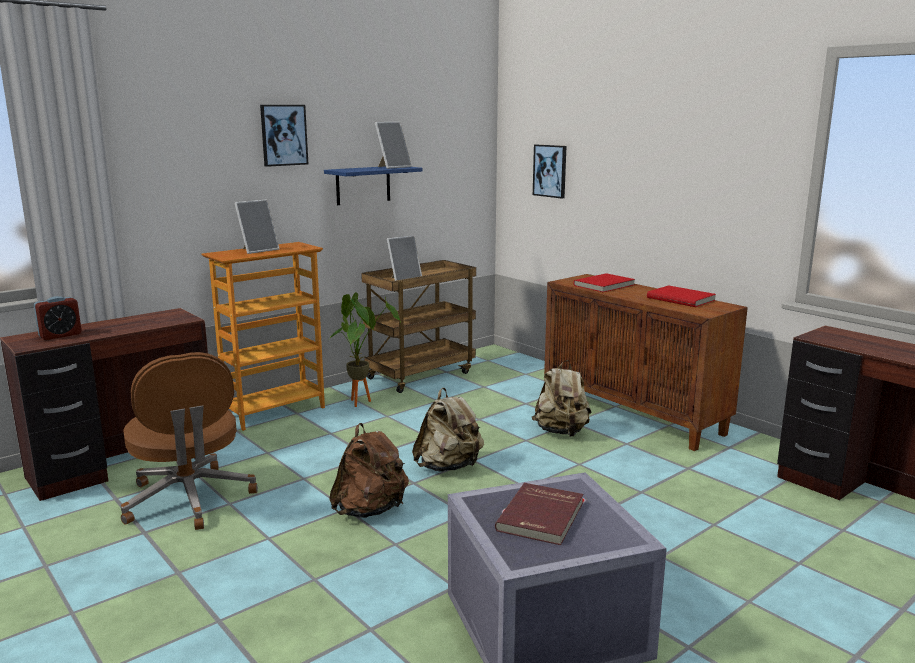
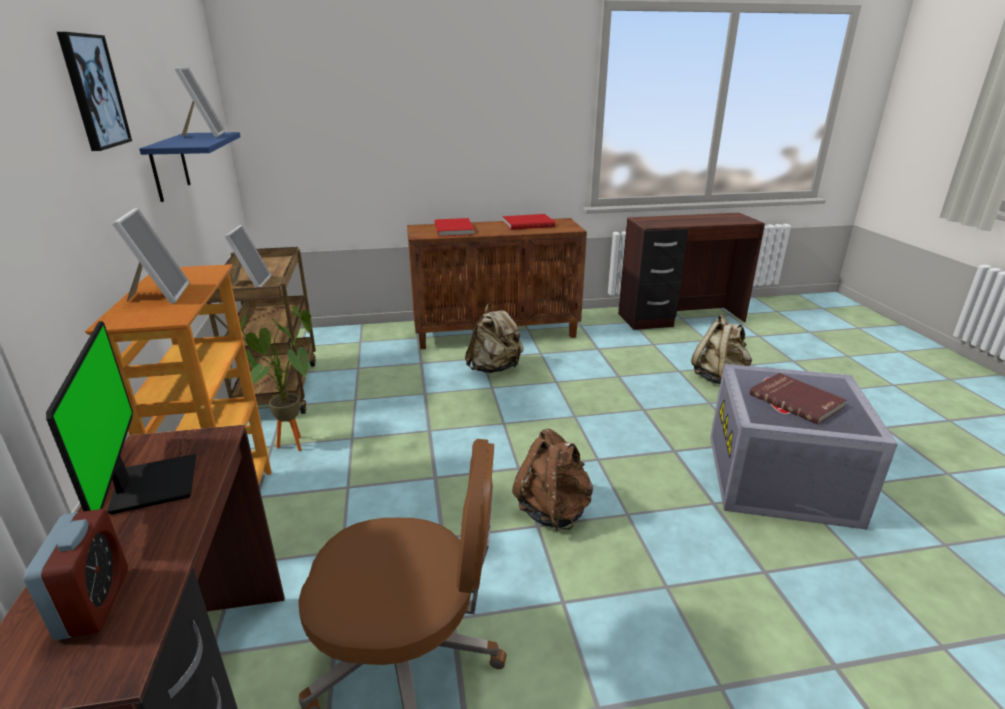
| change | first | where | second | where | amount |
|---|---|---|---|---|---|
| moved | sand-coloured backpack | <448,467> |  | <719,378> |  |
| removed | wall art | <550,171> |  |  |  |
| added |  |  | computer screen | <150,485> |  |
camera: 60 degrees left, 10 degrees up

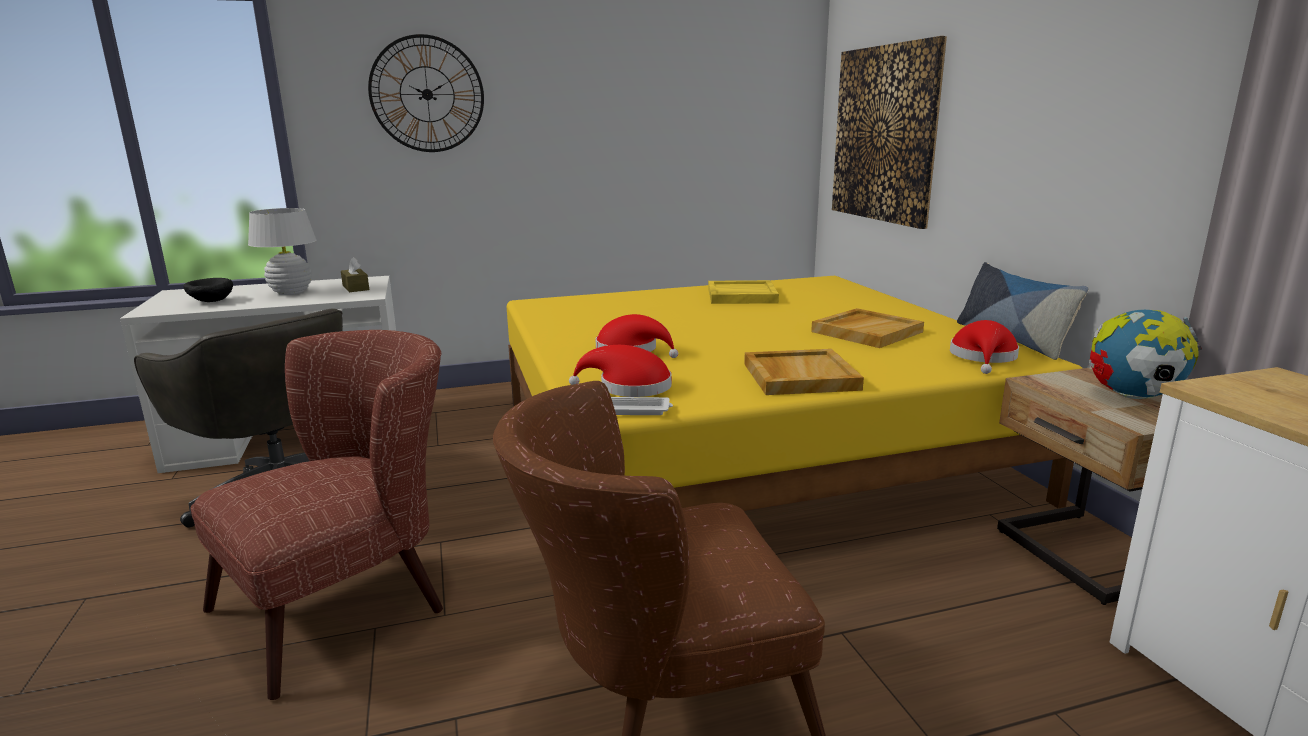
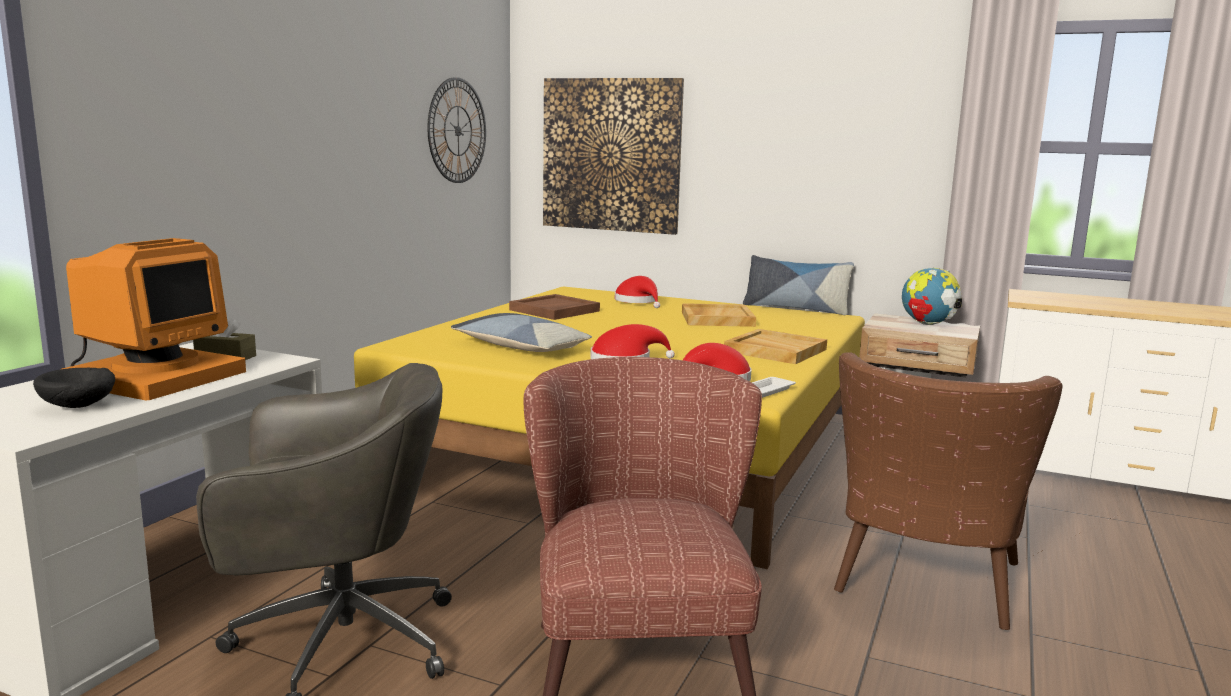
| change | first | where | second | where | amount |
|---|---|---|---|---|---|
| replaced | whitish table lamp | <291,292> | computer screen | <155,376> |  |
| moved | wall clock | <427,94> |  | <457,130> |  |
| recoloured | yellowish tray | <741,296> | brownish tray | <554,310> |  |
| moved | red clothing hat | <983,357> |  | <638,302> |  |
| added |  |  | cushion | <520,347> |  |
camera: 50 degrees left, 5 degrees down

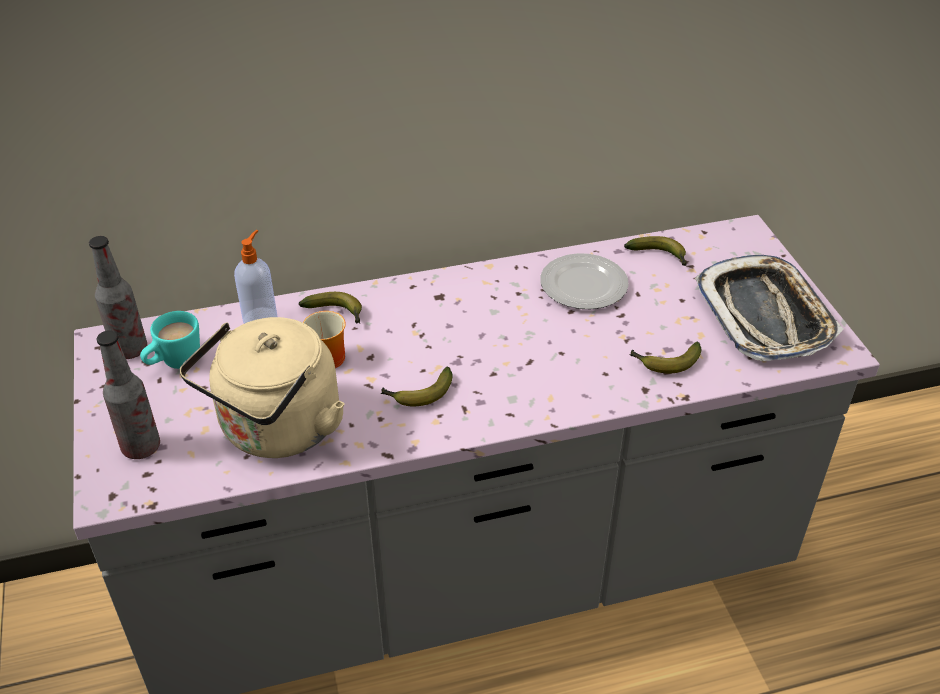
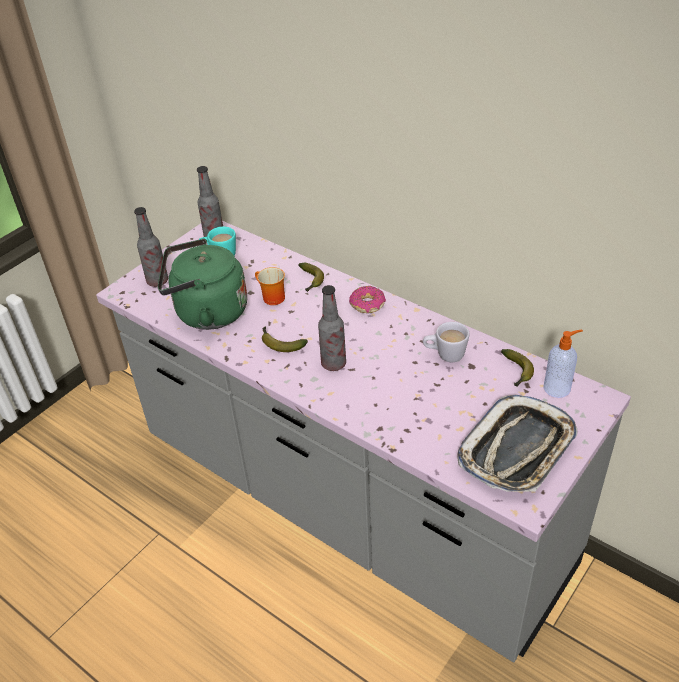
| change | first | where | second | where | amount |
|---|---|---|---|---|---|
| recoloured | sand-coloured kettle | <276,431> | greenish kettle | <207,313> |  |
| moved | soap dispenser | <261,317> |  | <558,388> |  |
| replaced | plate | <583,286> | whitish coffee mug | <444,355> |  |
| removed | banana | <665,363> |  |  |  |
| added |  |  | beverage bottle | <333,364> |  |
| added |  |  | donut | <367,304> |  |
camera: 55 degrees right, 0 degrees up

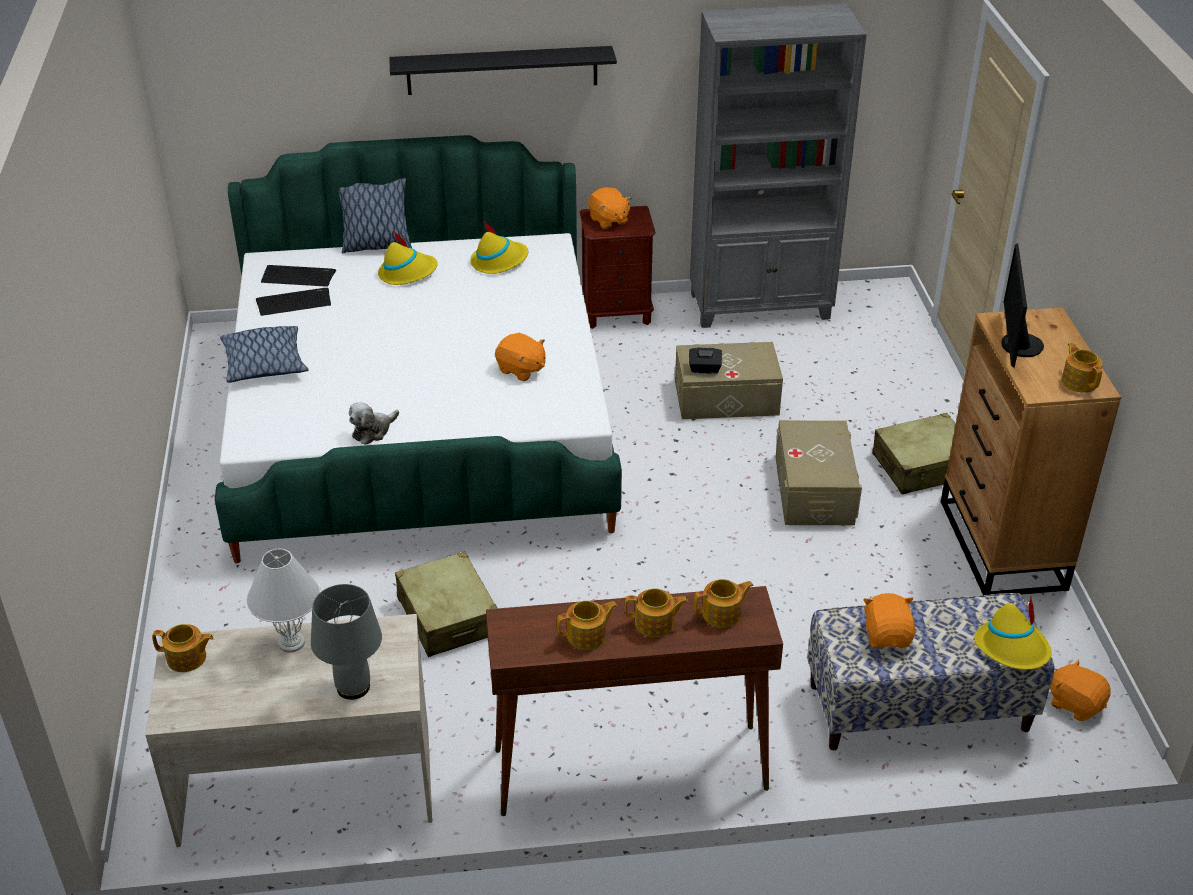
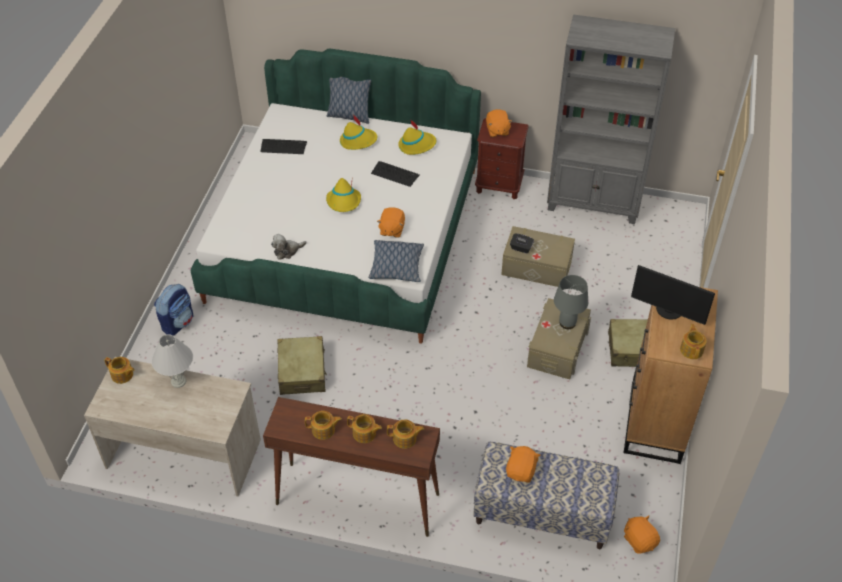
| change | first | where | second | where | amount |
|---|---|---|---|---|---|
| moved | cushion | <265,364> |  | <397,266> |  |
| moved | keyboard | <298,276> |  | <395,174> |  |
| moved | grey table lamp | <354,686> |  | <567,323> |  |
| removed | blackish bracket shelf | <502,70> |  |  |  |
| turned | orangey plush toy | <521,370> |  | <391,230> | 45 degrees clockwise |
| moved | yellowish clothing hat | <1012,648> |  | <344,202> |  |
| turned | computer screen | <1016,345> |  | <668,311> | 90 degrees counterclockwise |
| added |  |  | backpack | <178,322> |  |
camera: 20 degrees right, 10 degrees up

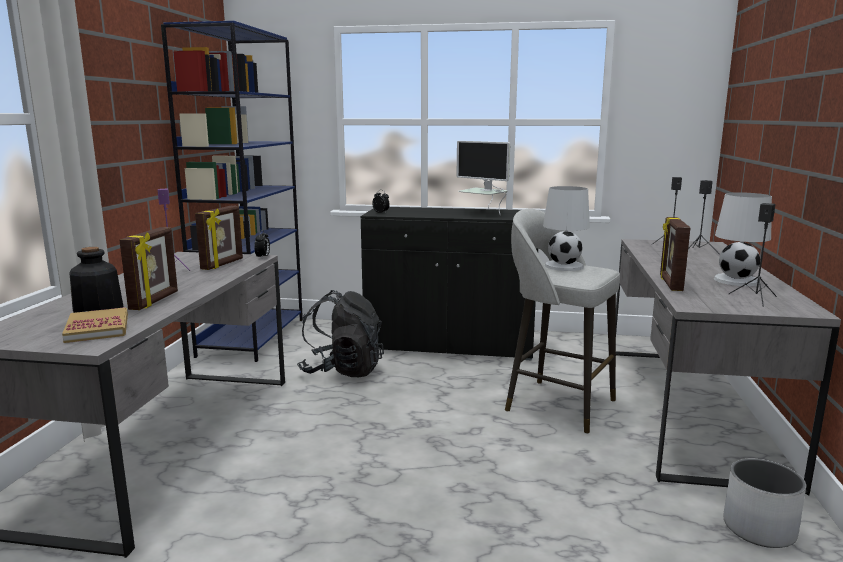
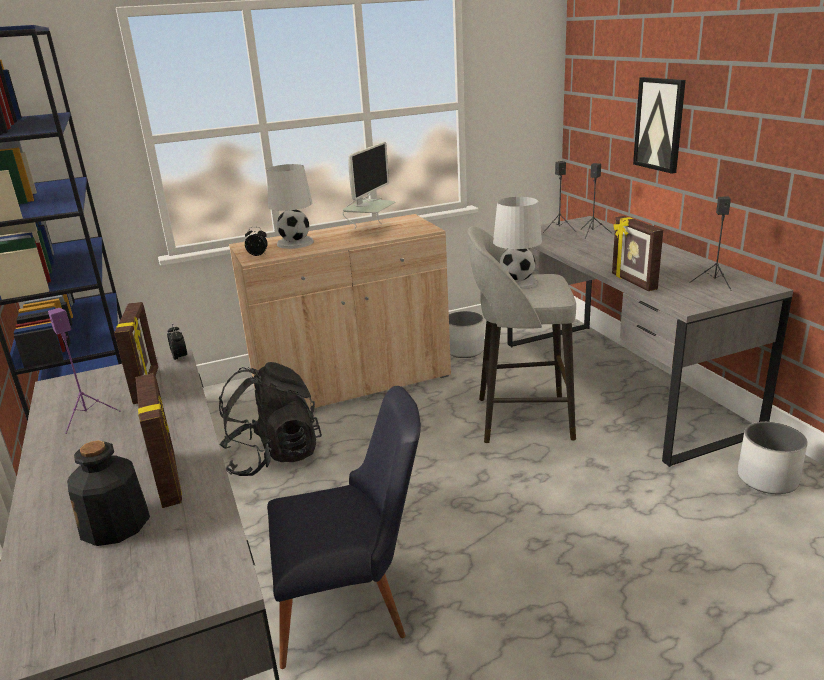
| change | first | where | second | where | amount |
|---|---|---|---|---|---|
| removed | volume | <97,328> |  |  |  |
| recoloured | blackish storage cabinet | <450,345> | sand-coloured storage cabinet | <352,383> |  |
| turned | computer screen | <483,213> |  | <370,230> | 75 degrees counterclockwise |
| moved | whitish table lamp | <737,280> |  | <295,243> |  |
| added |  |  | blackish upright chair | <353,608> |  |
| added |  |  | whitish planter | <465,350> |  |
| added |  |  | wall art | <659,124> |  |
camera: 30 degrees left, 10 degrees up

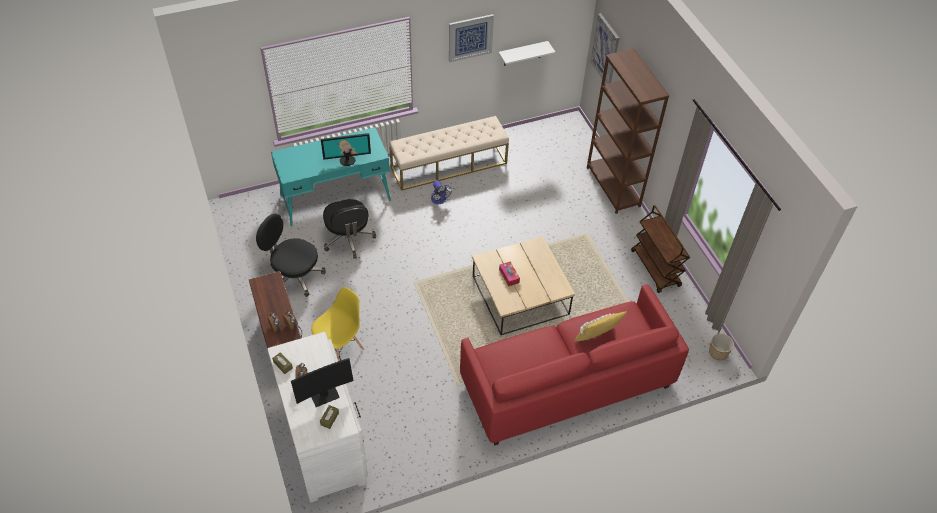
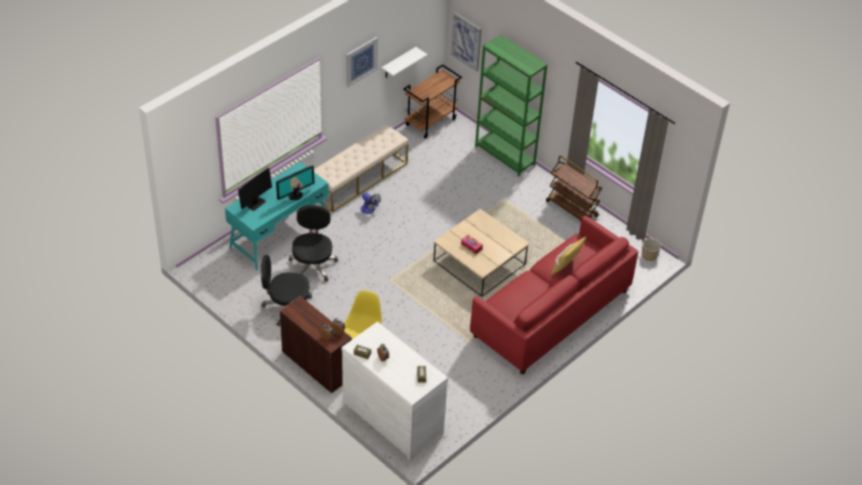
| change | first | where | second | where | amount |
|---|---|---|---|---|---|
| moved | computer screen | <324,395> |  | <255,203> |  |
| turned | blackish office chair | <348,239> |  | <313,264> | 135 degrees counterclockwise |
| recoloured | brownish bookshelf | <613,187> | greenish bookshelf | <505,155> |  |
| added |  |  | brownish wheeled cart | <431,122> |  |
camera: 25 degrees left, 5 degrees down

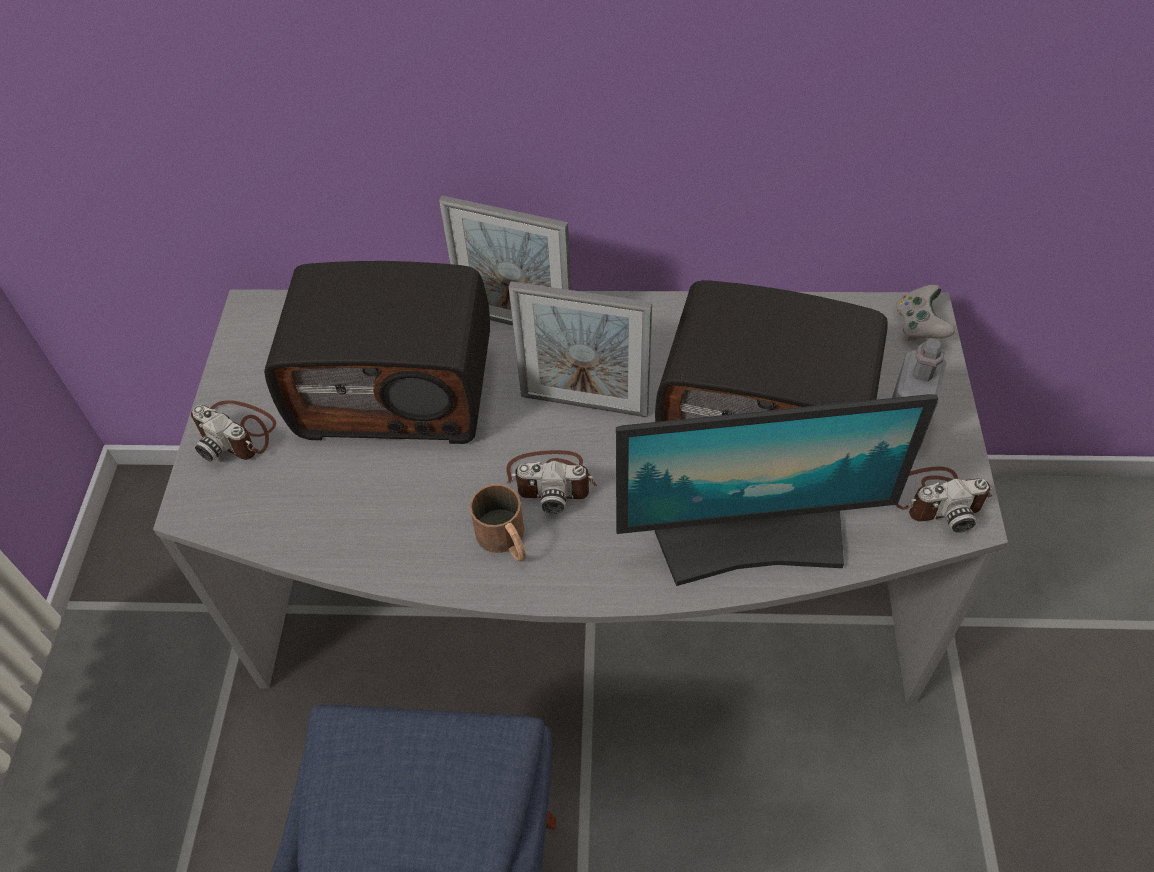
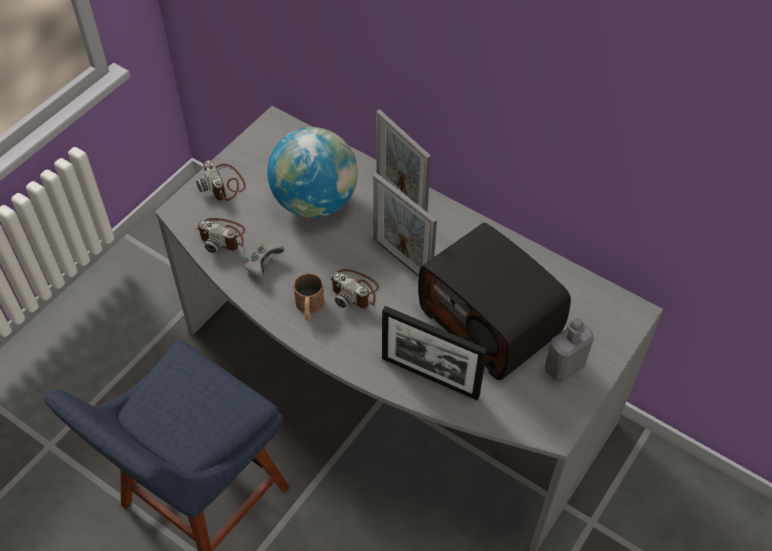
| change | first | where | second | where | amount |
|---|---|---|---|---|---|
| replaced | radio receiver | <397,388> | globe | <315,202> |  |
| replaced | computer screen | <751,540> | picture frame | <430,377> |  |
| moved | still camera | <935,499> |  | <222,236> |  |
| moved | grey joypad | <919,326> |  | <263,265> |  |
camera: 30 degrees right, 0 degrees up

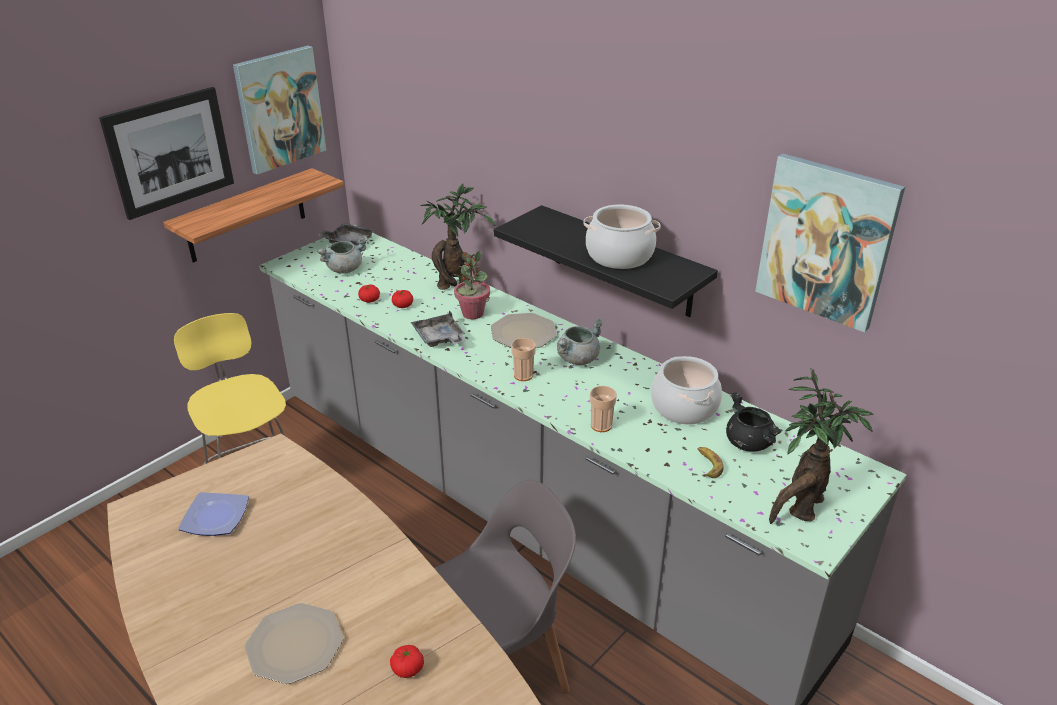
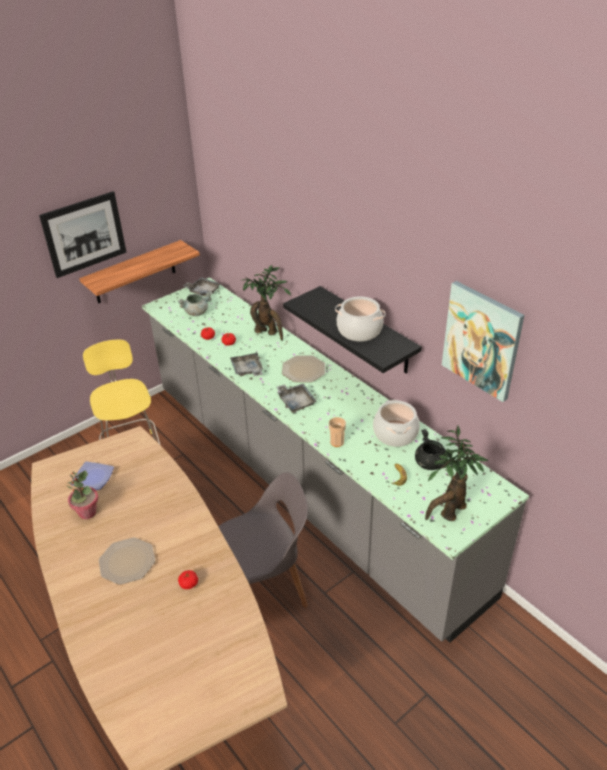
| change | first | where | second | where | amount |
|---|---|---|---|---|---|
| removed | wall art | <280,109> |  |  |  |
| moved | potted plant | <472,313> |  | <87,512> |  |
| replaced | small cup | <523,375> | grey tray | <295,401> |  |
| removed | grey saucepot | <578,358> |  |  |  |
camera: 10 degrees right, 5 degrees up

